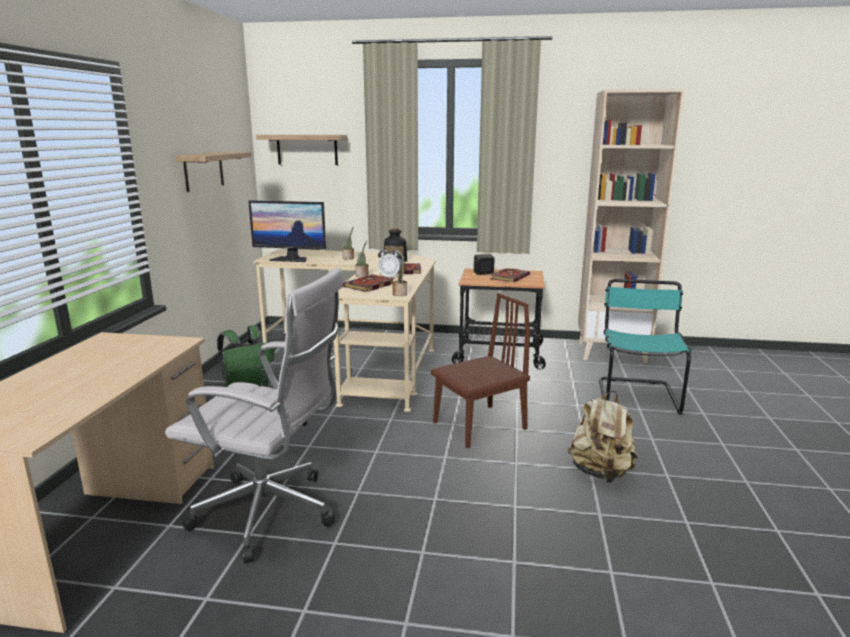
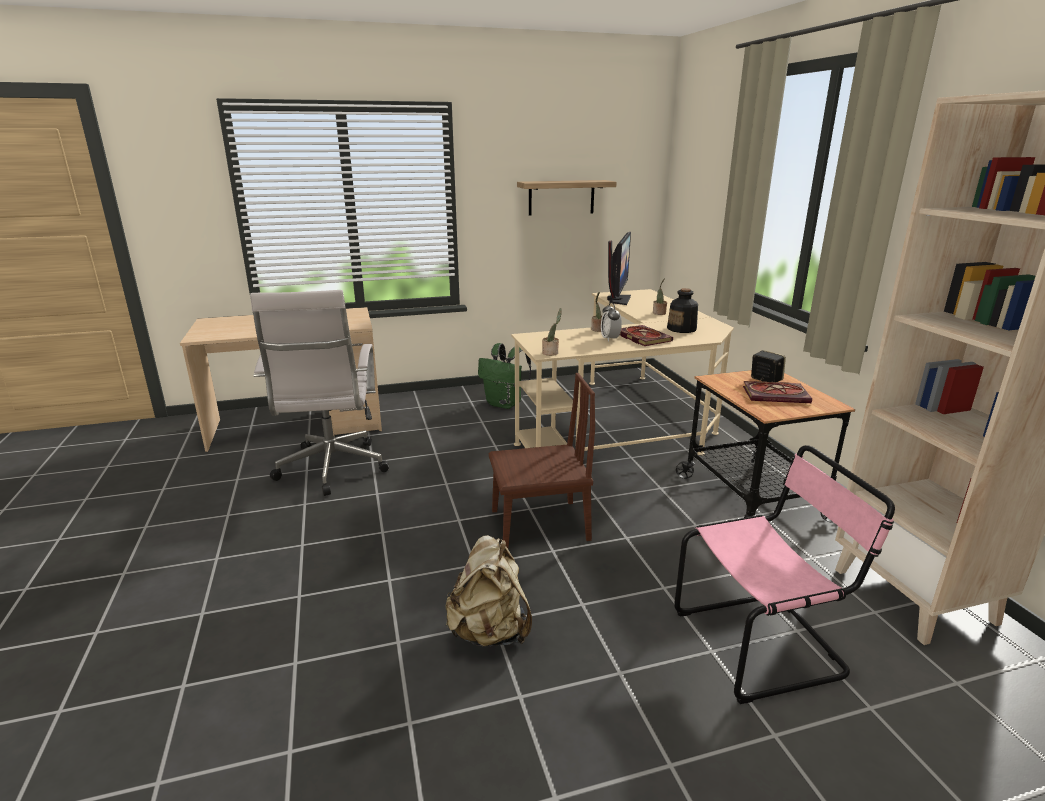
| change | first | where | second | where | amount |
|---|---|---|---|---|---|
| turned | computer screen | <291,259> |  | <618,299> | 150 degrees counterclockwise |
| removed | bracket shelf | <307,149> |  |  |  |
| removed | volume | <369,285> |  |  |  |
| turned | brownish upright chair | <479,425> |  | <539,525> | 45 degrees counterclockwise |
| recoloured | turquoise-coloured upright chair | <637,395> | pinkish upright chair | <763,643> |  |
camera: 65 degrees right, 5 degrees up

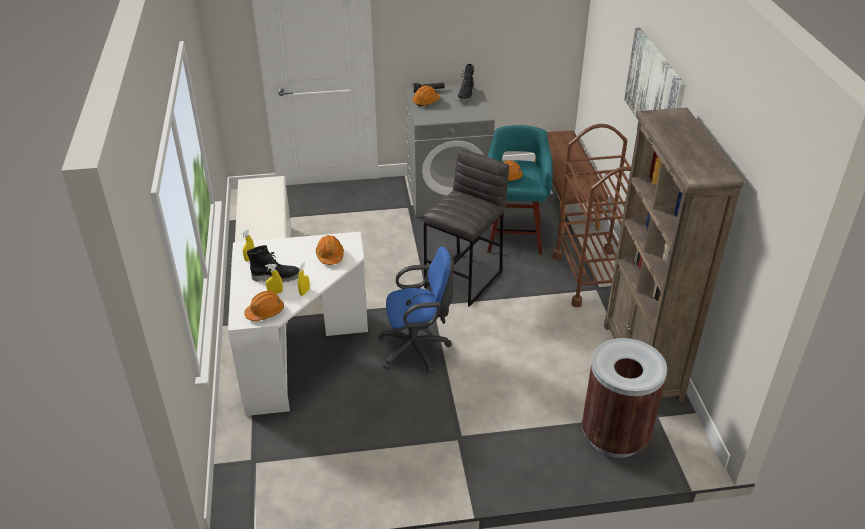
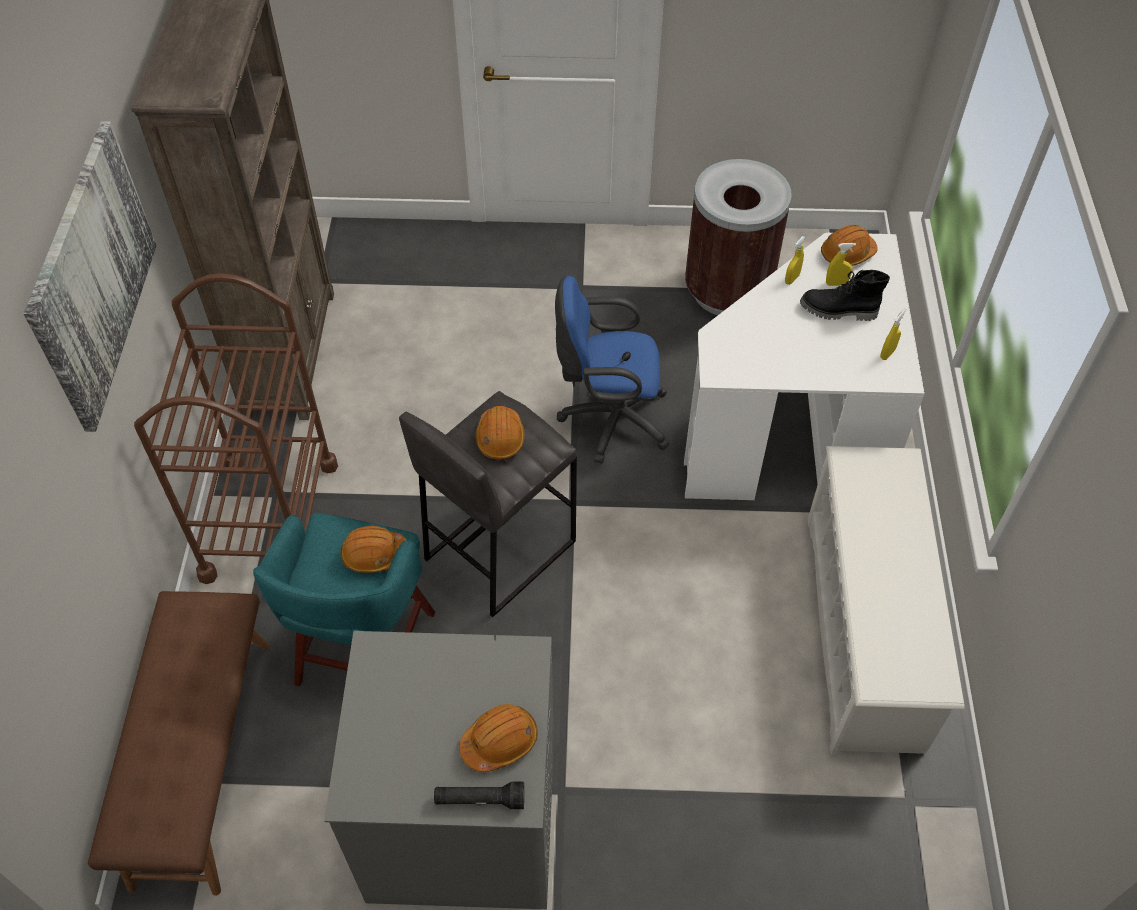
| change | first | where | second | where | amount |
|---|---|---|---|---|---|
| moved | orangey safety helmet | <330,255> |  | <500,438> |  |
| removed | blackish high-top boot | <466,96> |  |  |  |
| moved | brownish waste bin | <614,436> |  | <728,291> |  |
camera: 170 degrees left, 15 degrees up

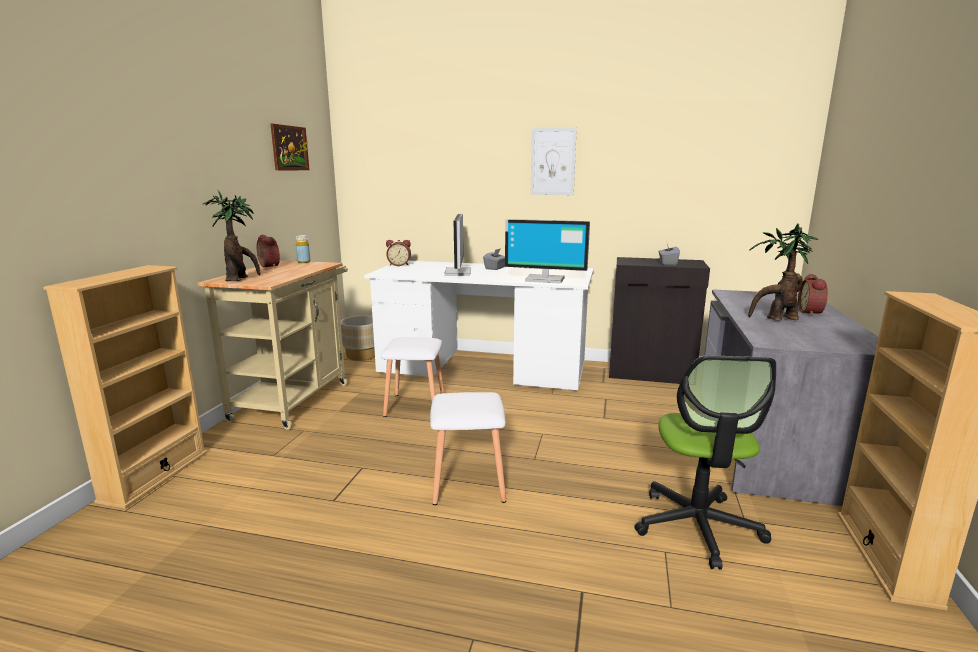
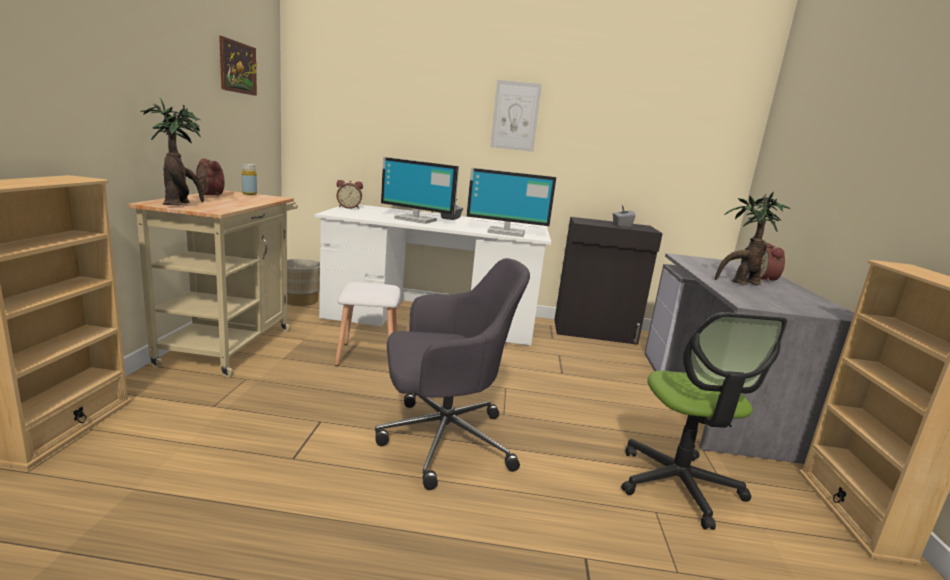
| change | first | where | second | where | amount |
|---|---|---|---|---|---|
| replaced | whitish stool | <469,484> | grey office chair | <442,440> |  |
| turned | computer screen | <459,272> |  | <416,219> | 60 degrees counterclockwise |
camera: 10 degrees left, 0 degrees up

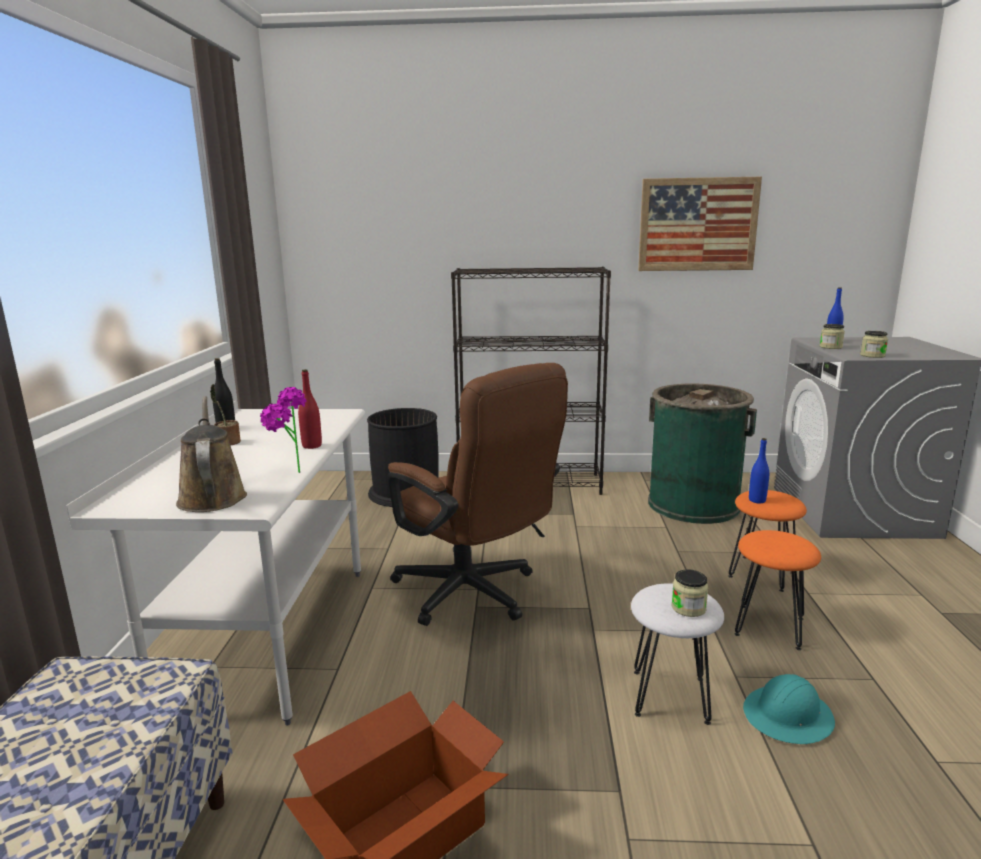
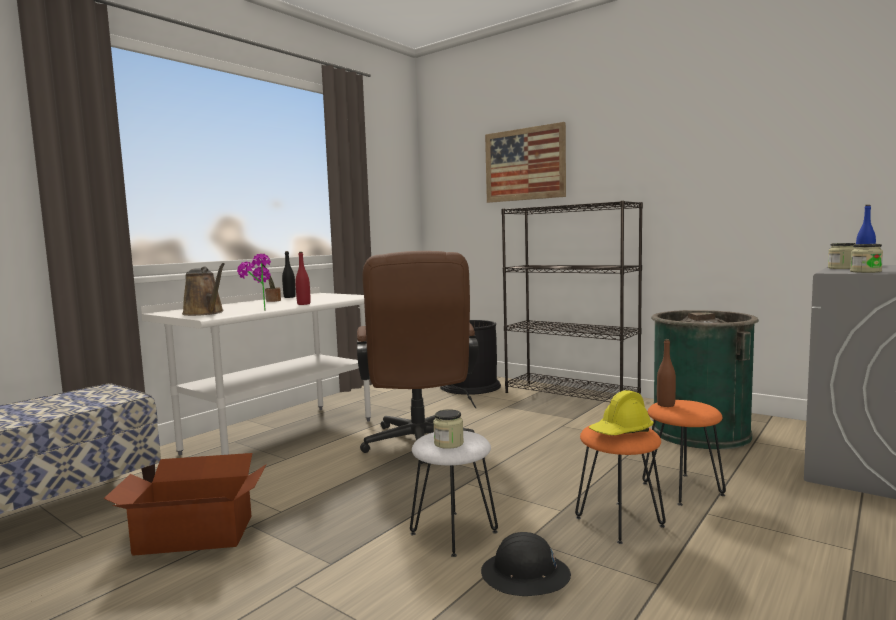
| change | first | where | second | where | amount |
|---|---|---|---|---|---|
| turned | brownish watering can | <212,496> |  | <205,313> | 120 degrees clockwise |
| moved | wall art | <698,224> |  | <524,164> |  |
| recoloured | turquoise-coloured safety helmet | <788,716> | blackish safety helmet | <525,576> |  |
| recoloured | blue beverage bottle | <757,500> | brownish beverage bottle | <665,405> |  |
| added |  |  | yellowish safety helmet | <621,432> |  |
camera: 35 degrees right, 10 degrees down

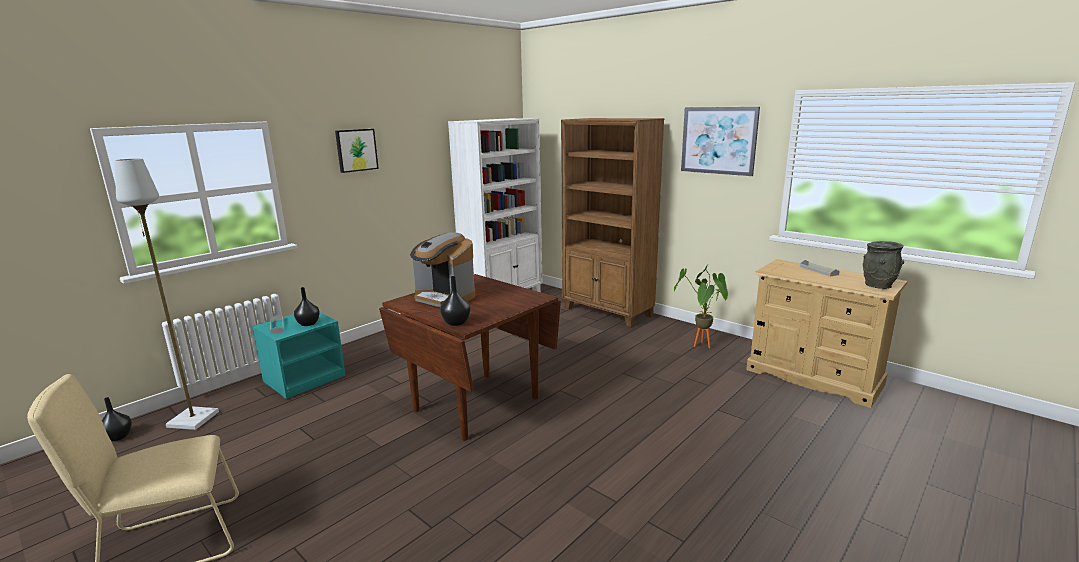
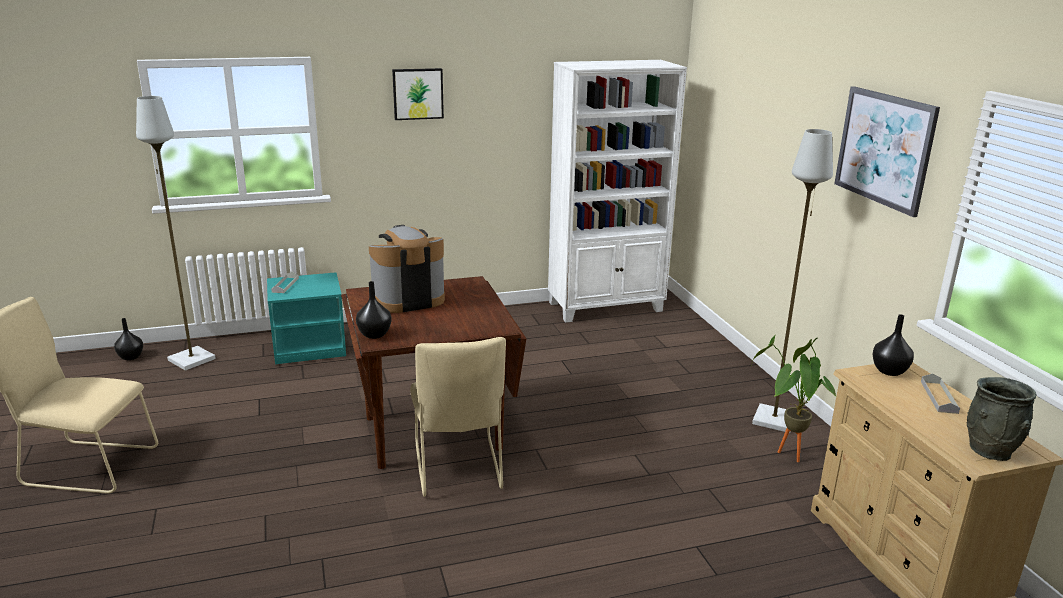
| change | first | where | second | where | amount |
|---|---|---|---|---|---|
| moved | blackish flower vase | <308,324> |  | <888,371> |  |
| turned | coffee maker | <444,297> |  | <408,299> | 90 degrees clockwise |
| removed | brownish bookshelf | <608,312> |  |  |  |
| added |  |  | sand-coloured upright chair | <458,470> |  |
| added |  |  | grey floor lamp | <775,419> |  |
camera: 30 degrees right, 5 degrees up

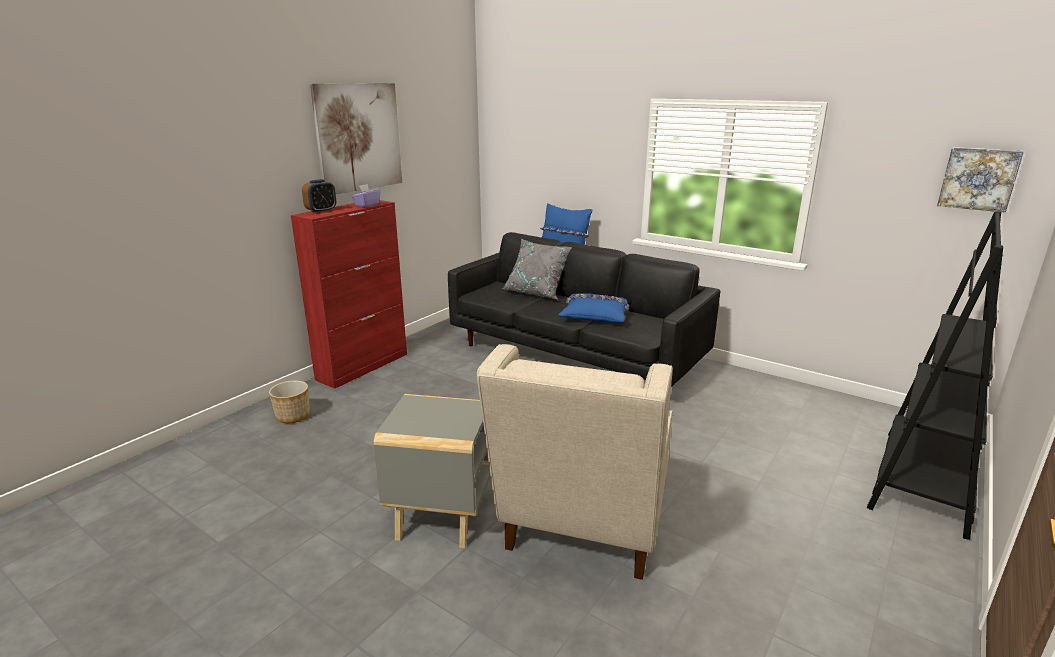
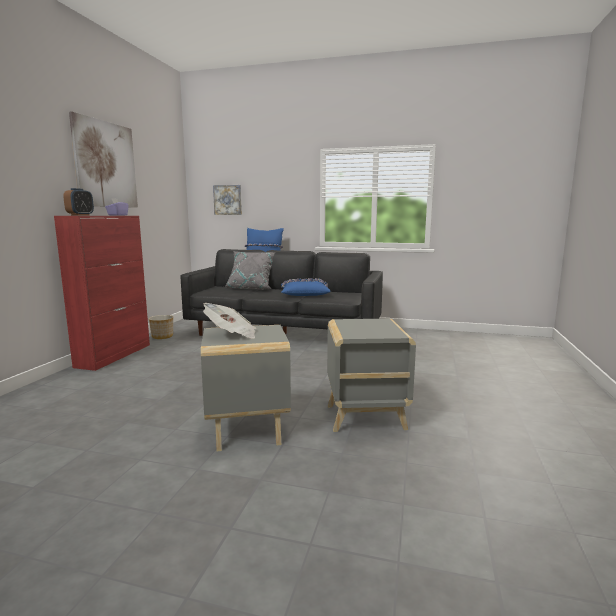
| change | first | where | second | where | amount |
|---|---|---|---|---|---|
| moved | planter | <292,416> |  | <162,336> |  |
| replaced | sand-coloured lounge chair | <583,528> | grey accent table | <364,417> |  |
| removed | blackish bookshelf | <923,480> |  |  |  |
| moved | wall art | <978,179> |  | <228,200> |  |
| added |  |  | newspaper | <231,334> |  |
camera: 20 degrees left, 10 degrees down

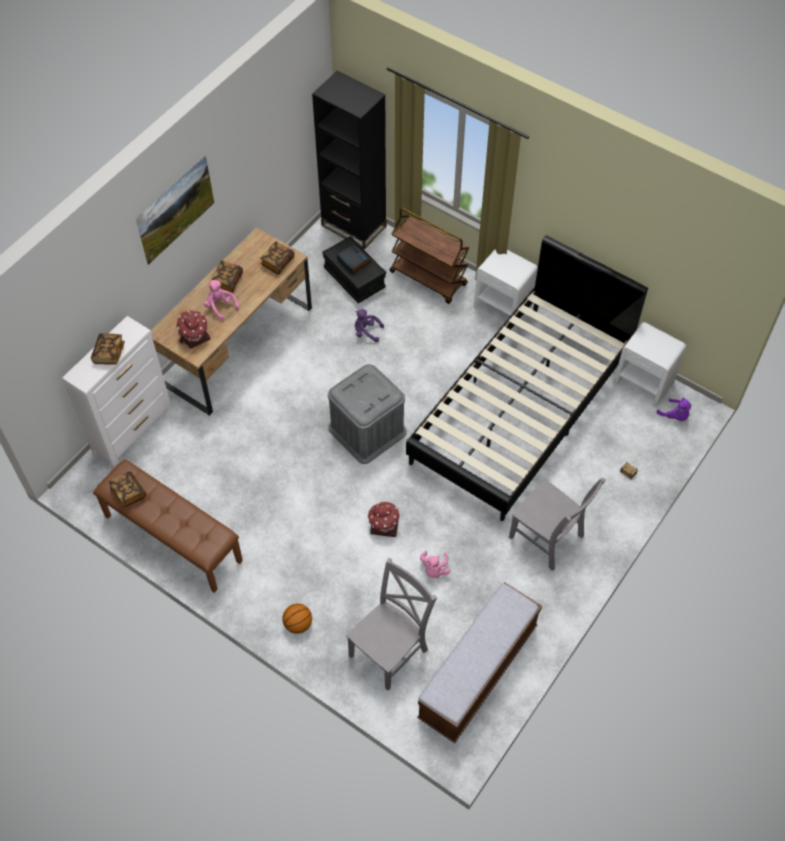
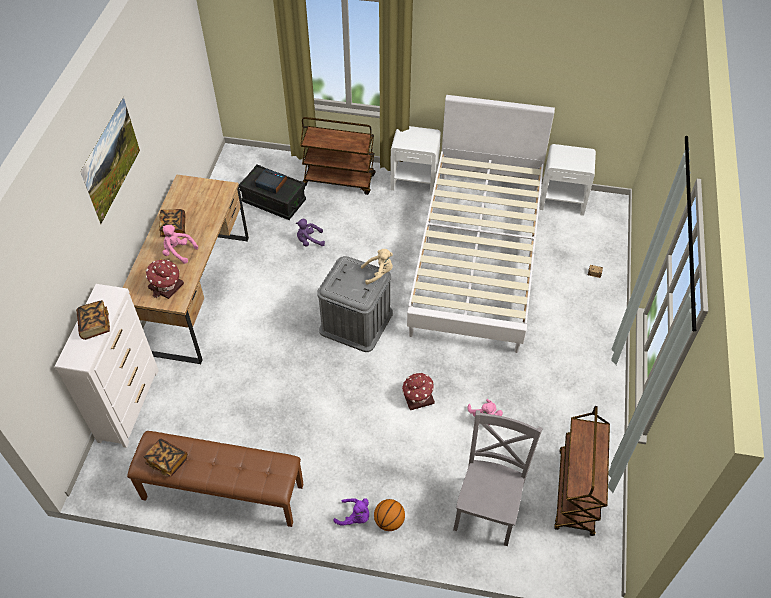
| change | first | where | second | where | amount |
|---|---|---|---|---|---|
| removed | volume | <277,262> |  |  |  |
| removed | blackish bookshelf | <353,226> |  |  |  |
| recoloured | blackish bedroom bed | <520,409> | whitish bedroom bed | <477,256> |  |
| replaced | long seat | <477,672> | brownish wheeled cart | <576,493> |  |
| removed | grey upright chair | <548,539> |  |  |  |
| moved | purplish plush toy | <675,416> |  | <355,517> |  |
| added |  |  | sand-coloured plush toy | <379,273> |  |
camera: 25 degrees left, 5 degrees down

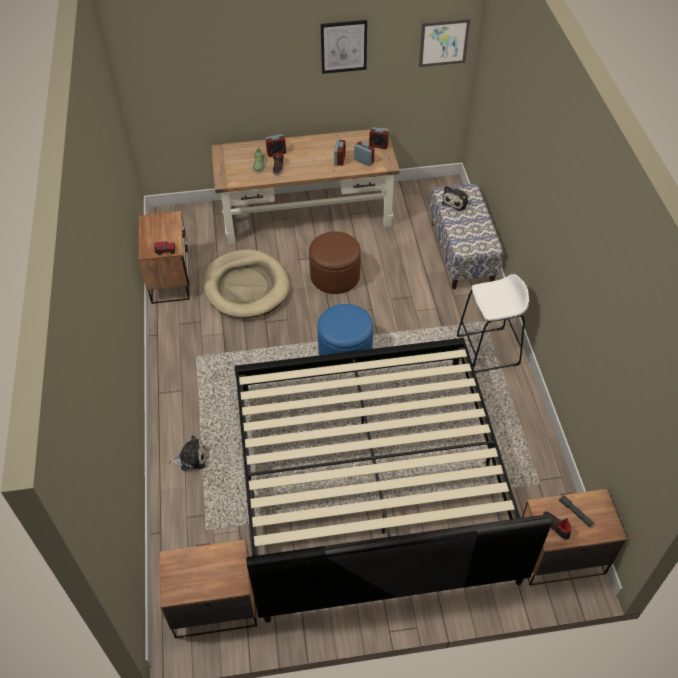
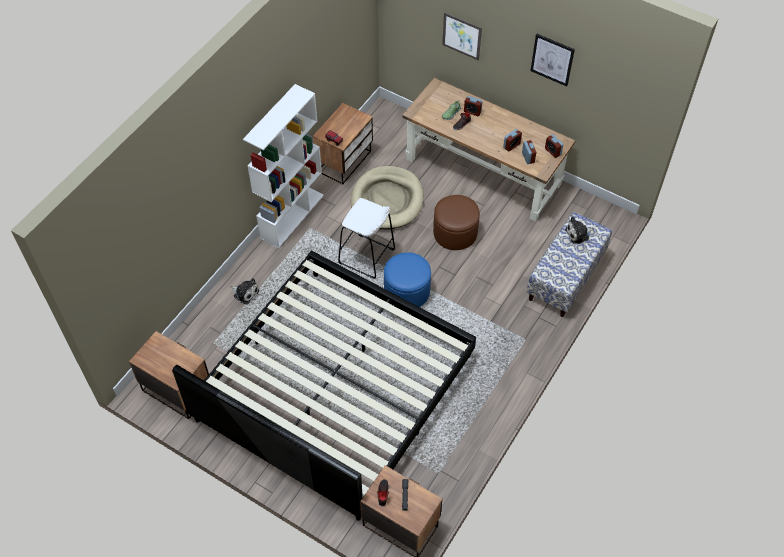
| change | first | where | second | where | amount |
|---|---|---|---|---|---|
| moved | wall art | <443,42> |  | <461,36> |  |
| moved | whitish stool | <488,350> |  | <366,256> |  |
| added |  |  | whitish bookshelf | <292,216> |  |
camera: 40 degrees right, 5 degrees up

